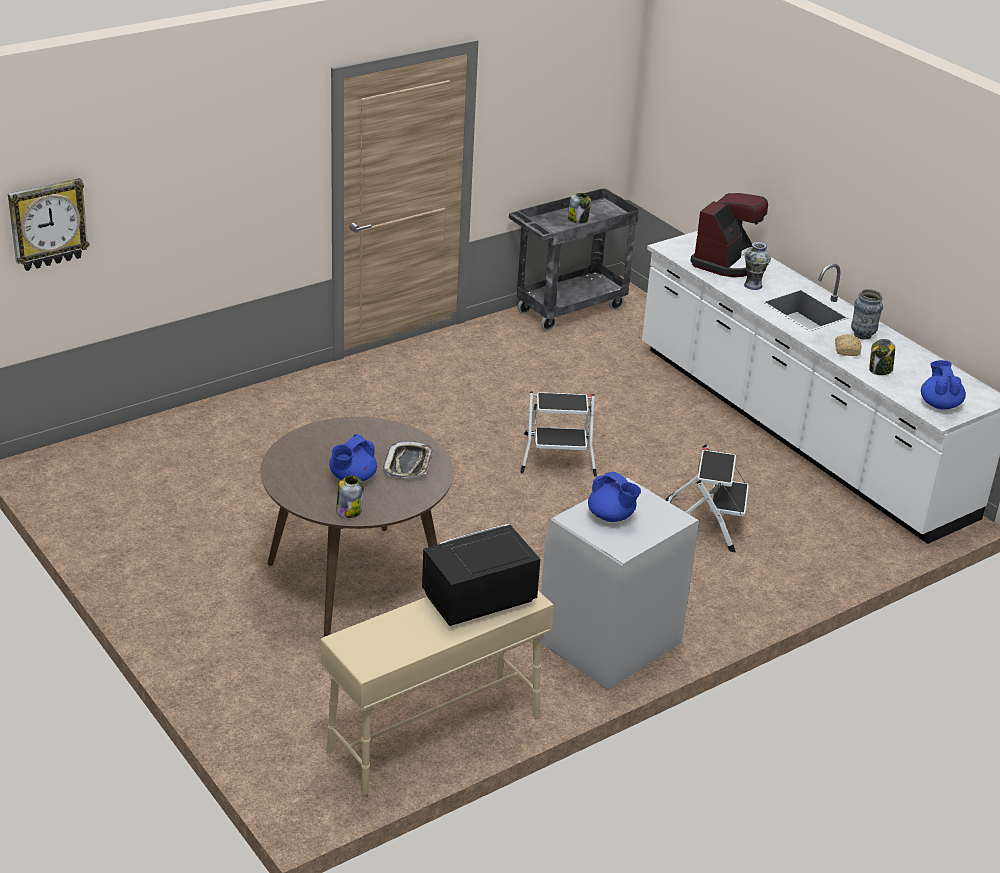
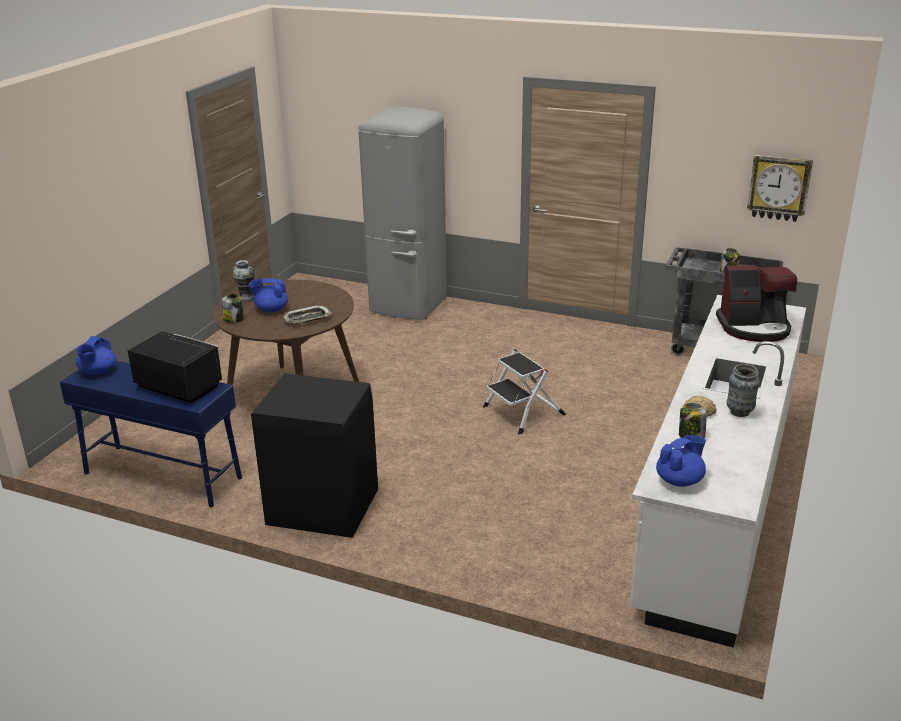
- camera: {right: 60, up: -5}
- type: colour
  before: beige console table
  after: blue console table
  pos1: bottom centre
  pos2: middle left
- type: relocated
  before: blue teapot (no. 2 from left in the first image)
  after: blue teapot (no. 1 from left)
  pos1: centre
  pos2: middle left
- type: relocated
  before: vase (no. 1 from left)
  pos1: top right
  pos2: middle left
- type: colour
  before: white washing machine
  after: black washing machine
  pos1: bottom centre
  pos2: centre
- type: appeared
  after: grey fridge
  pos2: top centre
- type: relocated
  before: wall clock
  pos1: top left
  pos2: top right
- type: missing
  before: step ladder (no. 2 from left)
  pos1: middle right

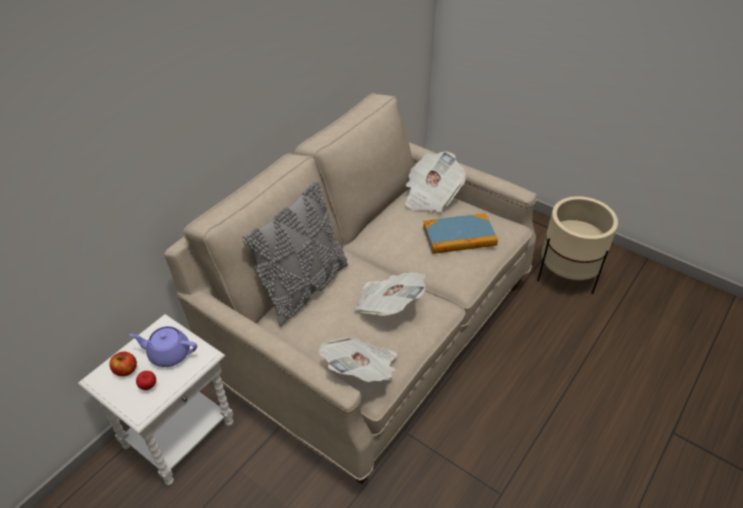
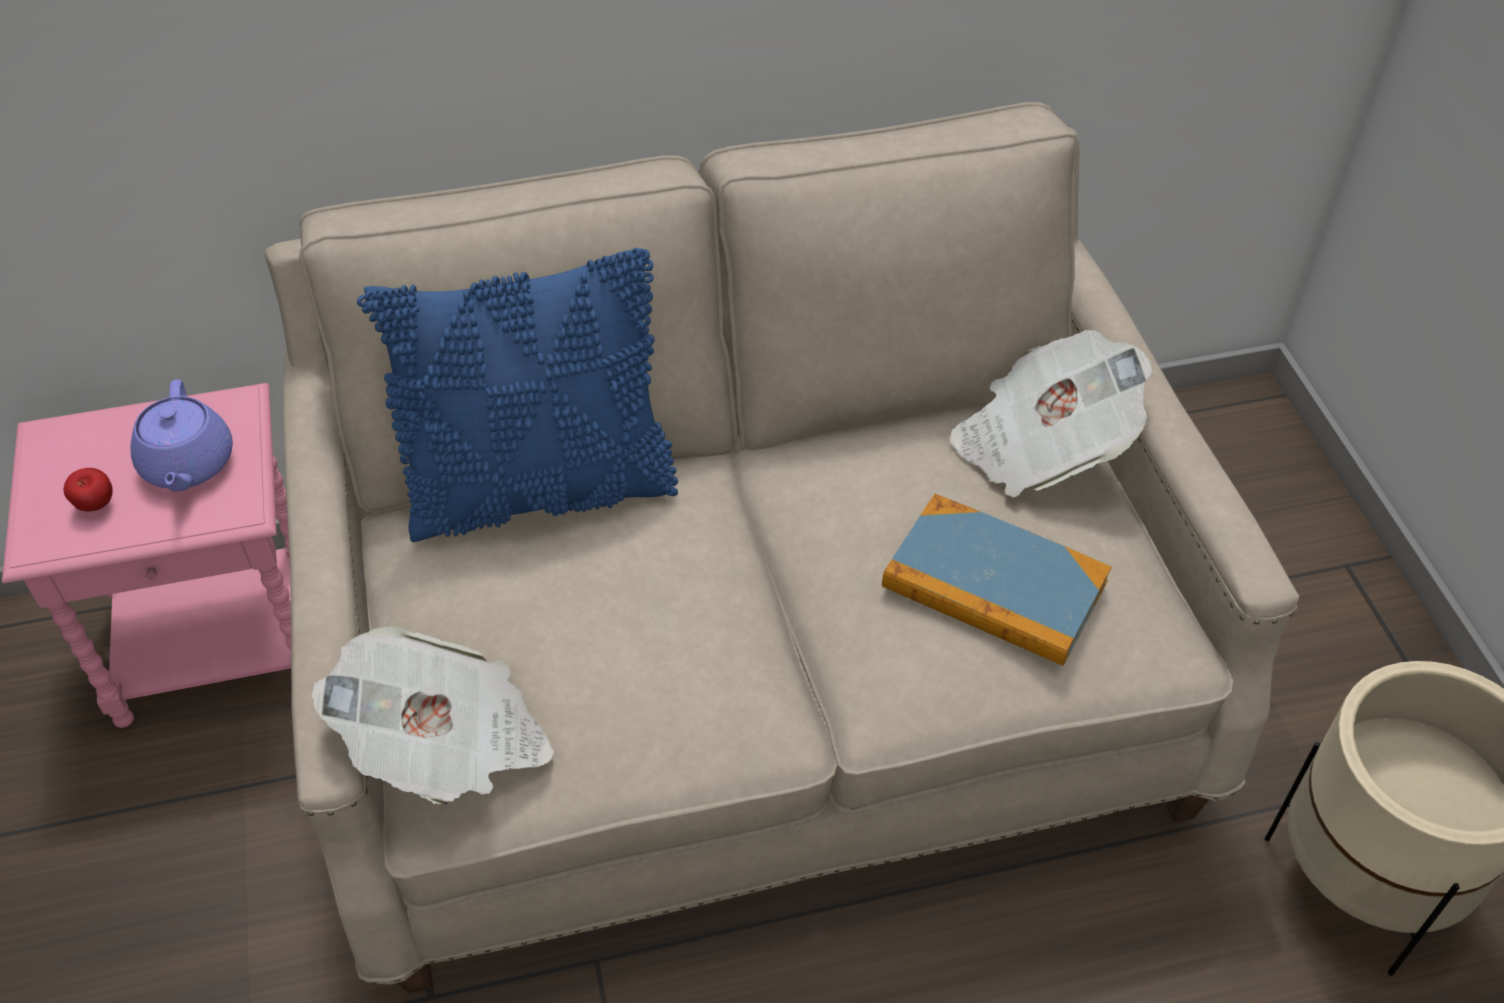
- camera: {right: 40, up: 5}
- type: colour
  before: white side table
  after: pink side table
  pos1: bottom left
  pos2: middle left
- type: spun
  before: purple teapot
  pos1: bottom left
  pos2: middle left
  turn: -150
- type: colour
  before: grey pillow
  after: blue pillow
  pos1: centre
  pos2: centre
- type: missing
  before: apple (no. 1 from left)
  pos1: bottom left
- type: missing
  before: newspaper (no. 2 from left)
  pos1: centre

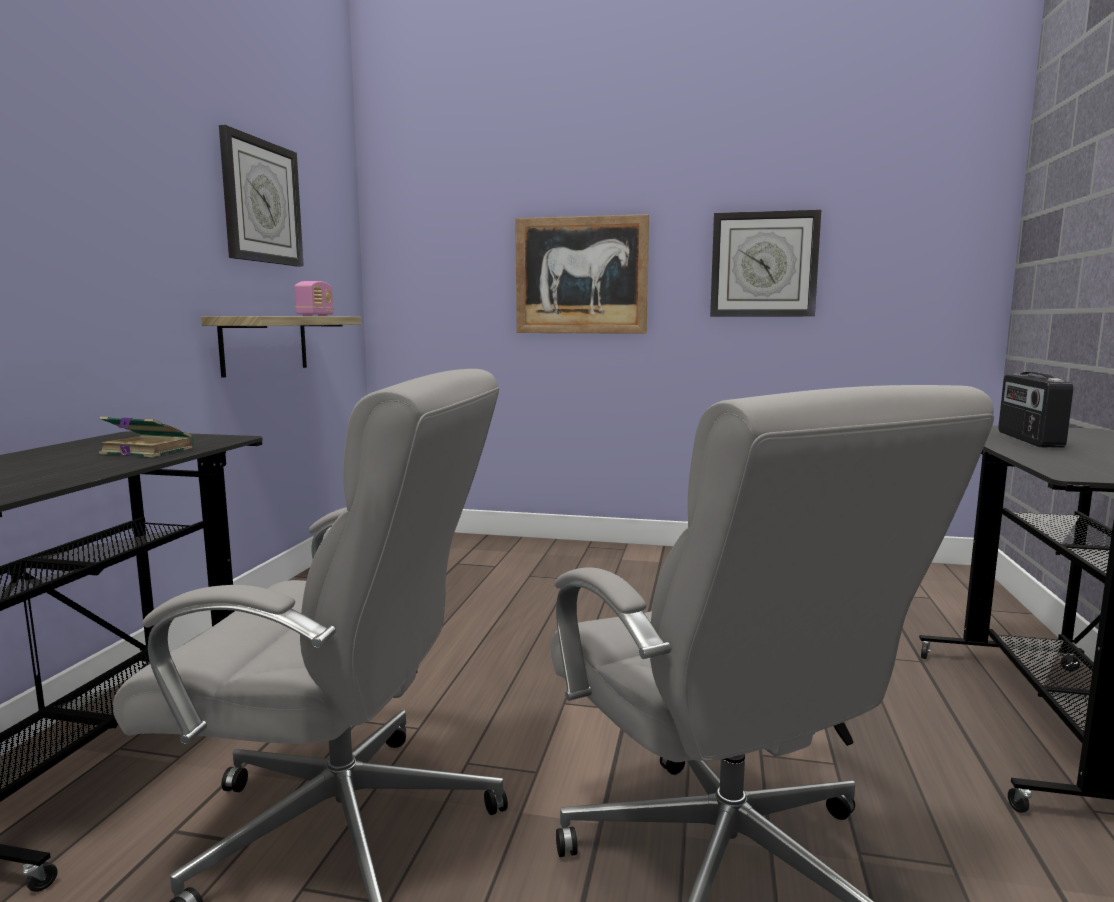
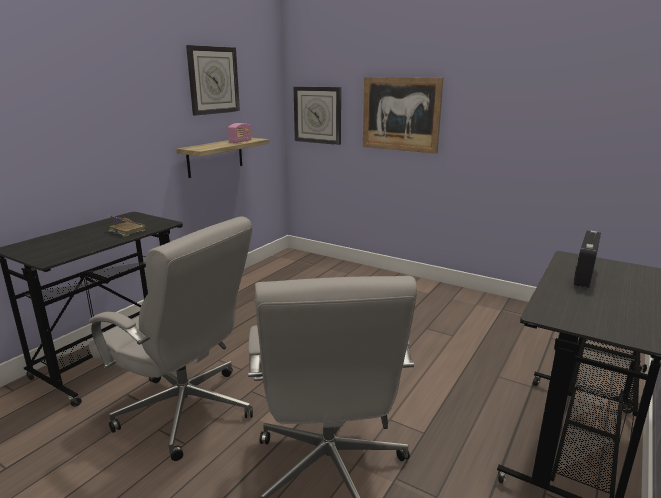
- camera: {right: 20, up: 10}
- type: relocated
  before: wall clock (no. 2 from left)
  pos1: top right
  pos2: top centre

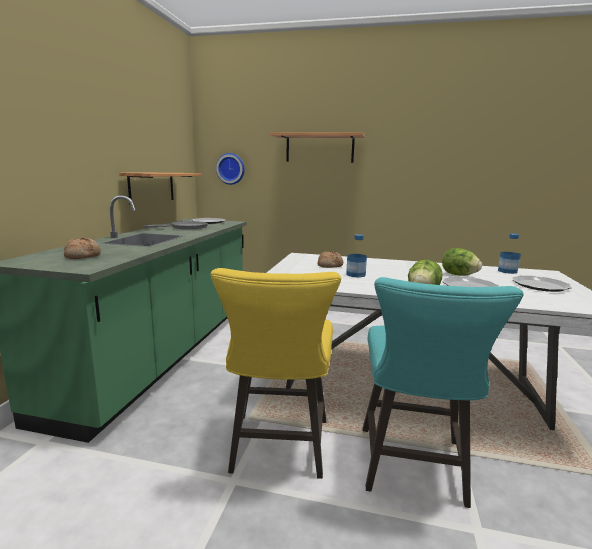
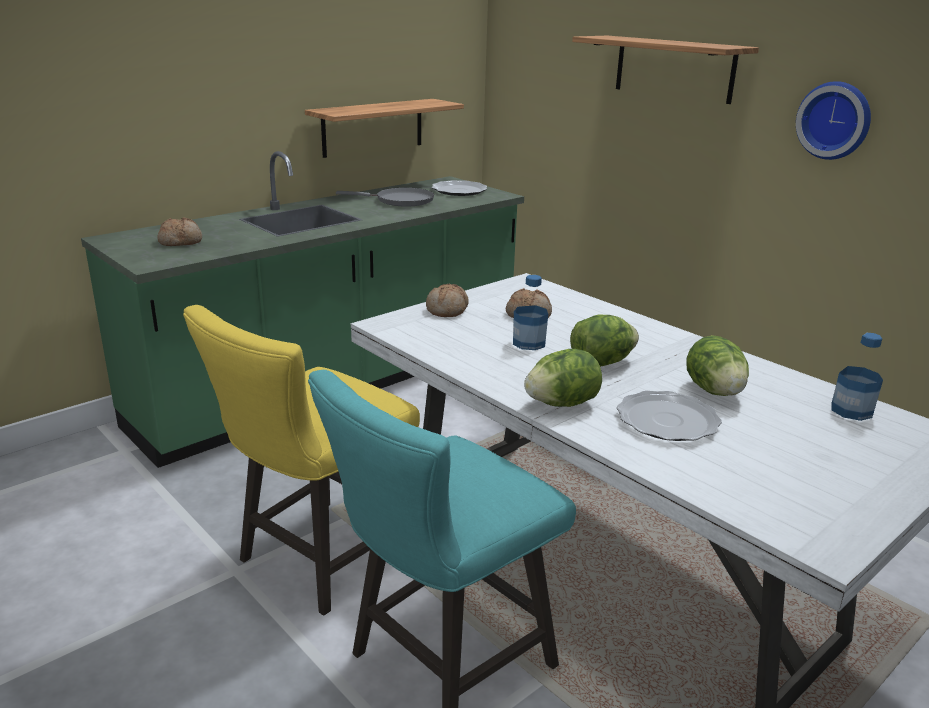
- camera: {right: 35, up: 10}
- type: appeared
  after: bread (no. 2 from left)
  pos2: centre
- type: appeared
  after: lettuce (no. 2 from left)
  pos2: centre
- type: relocated
  before: wall clock
  pos1: top centre
  pos2: top right
- type: missing
  before: plate (no. 3 from left)
  pos1: middle right

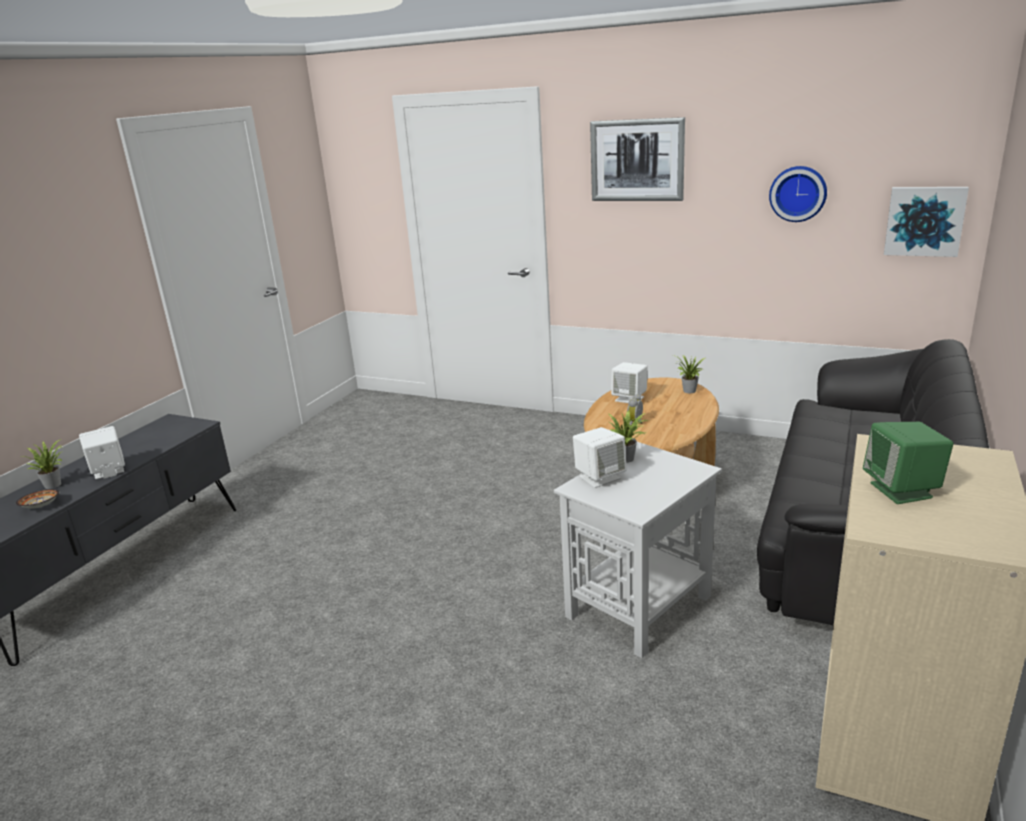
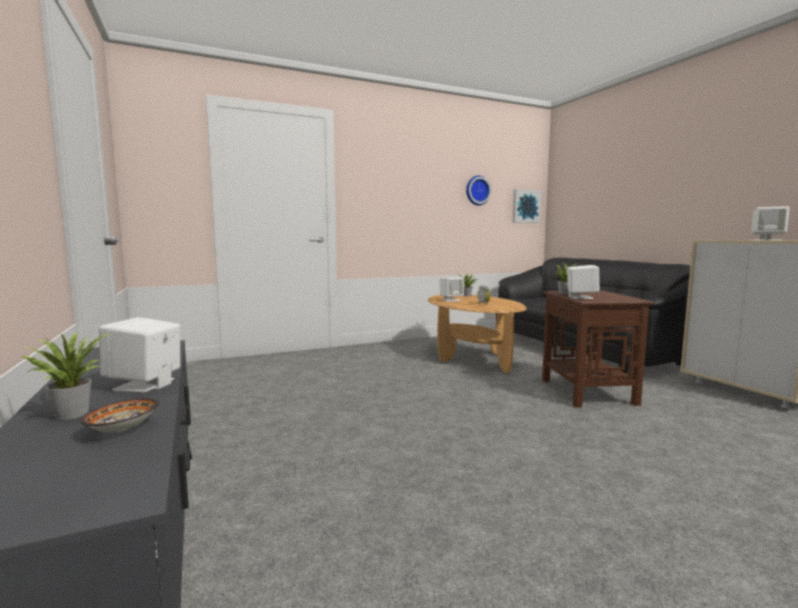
- camera: {right: -50, up: -15}
- type: colour
  before: white side table
  after: brown side table
  pos1: bottom centre
  pos2: middle right
- type: colour
  before: green speaker
  after: white speaker (no. 4 from left)
  pos1: middle right
  pos2: middle right
- type: missing
  before: picture (no. 1 from left)
  pos1: top centre

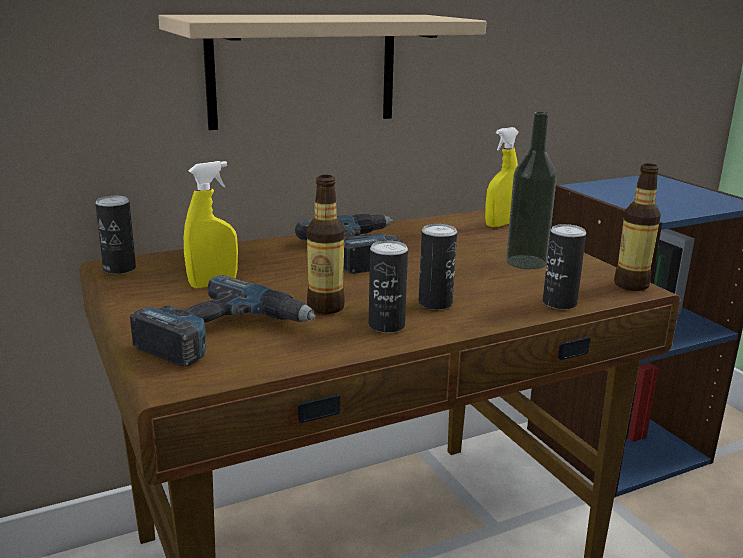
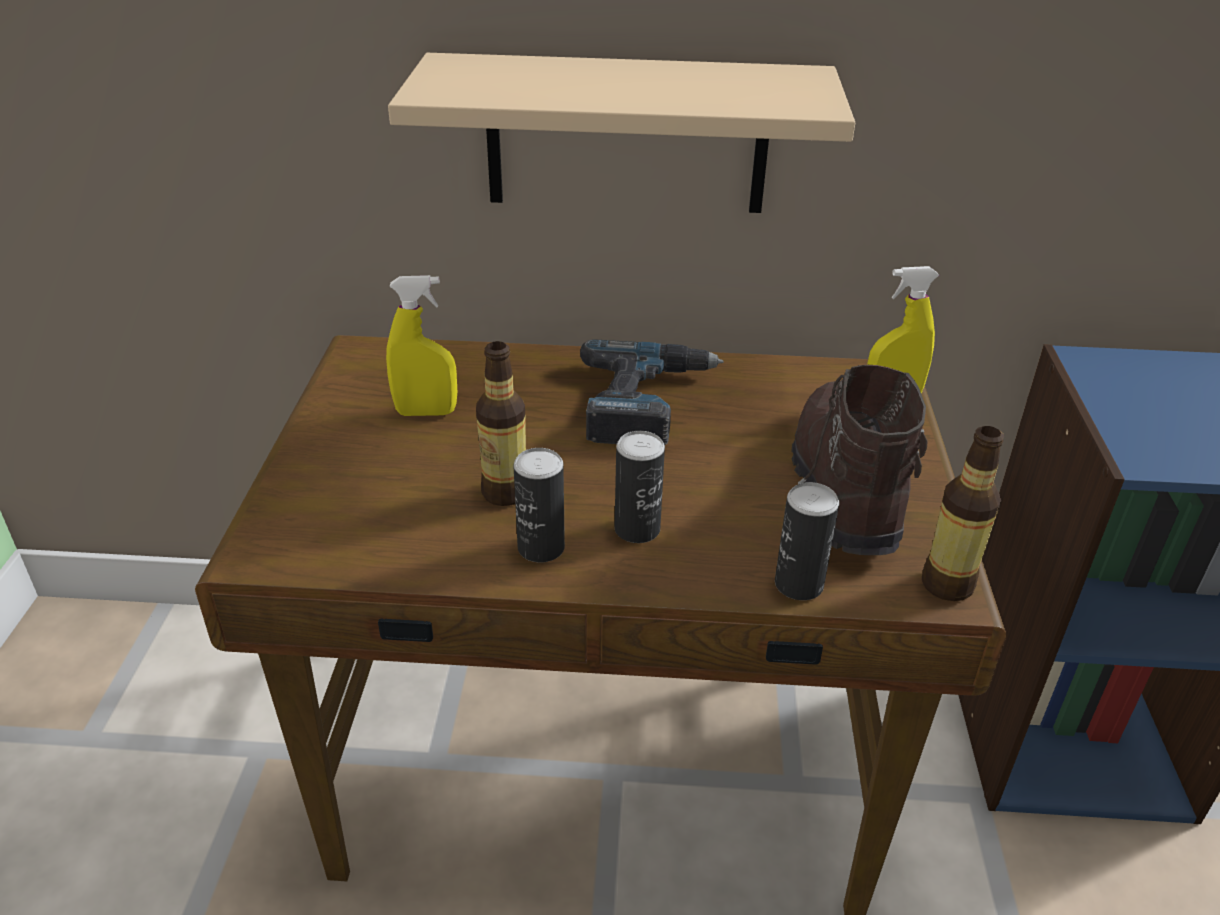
- camera: {right: 30, up: 15}
- type: exchanged
  before: bottle (no. 2 from left)
  after: brown boot
  pos1: middle right
  pos2: middle right
- type: missing
  before: can (no. 1 from left)
  pos1: middle left
- type: missing
  before: power drill (no. 1 from left)
  pos1: middle left

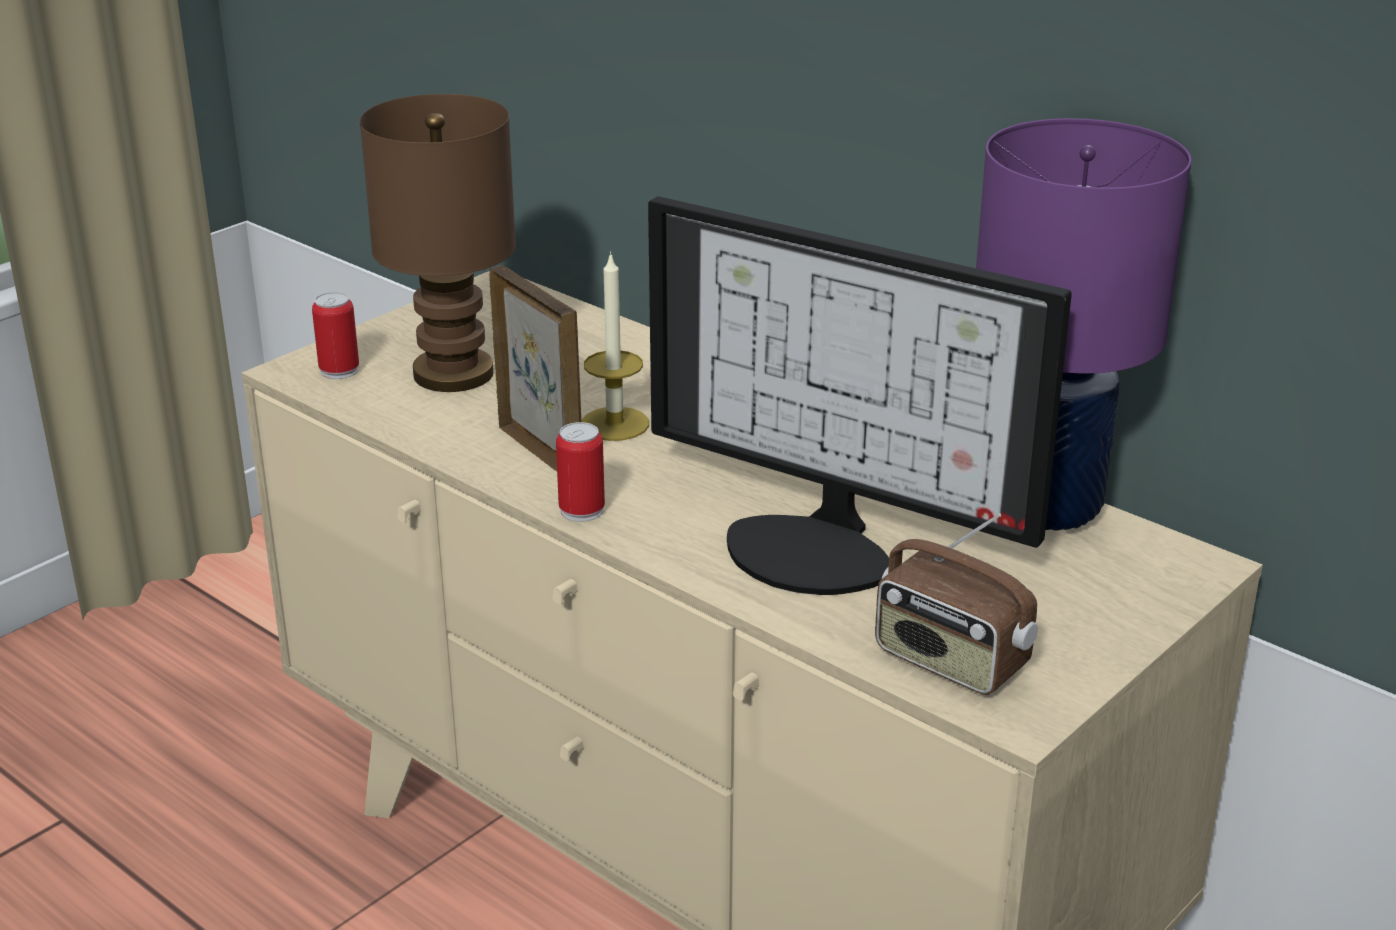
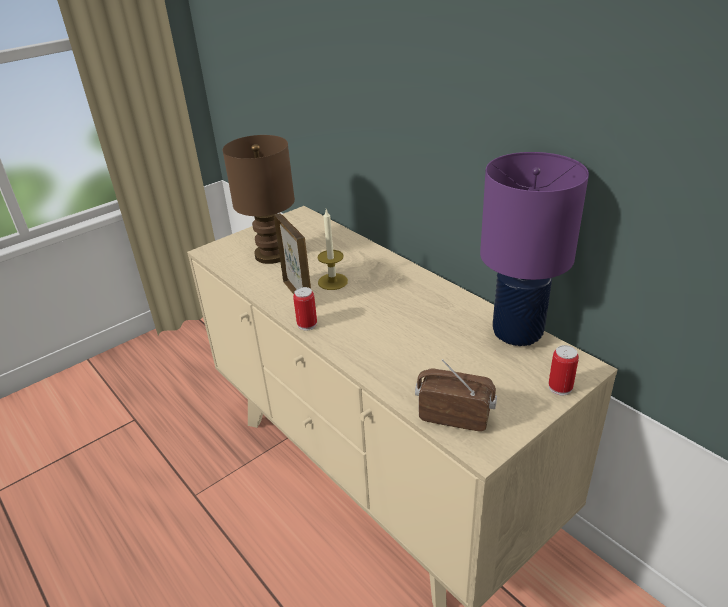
- camera: {right: 10, up: 5}
- type: spun
  before: radio
  pos1: middle right
  pos2: centre
  turn: 150
- type: relocated
  before: can (no. 1 from left in the first image)
  after: can (no. 2 from left)
  pos1: middle left
  pos2: middle right
- type: missing
  before: monitor
  pos1: centre

